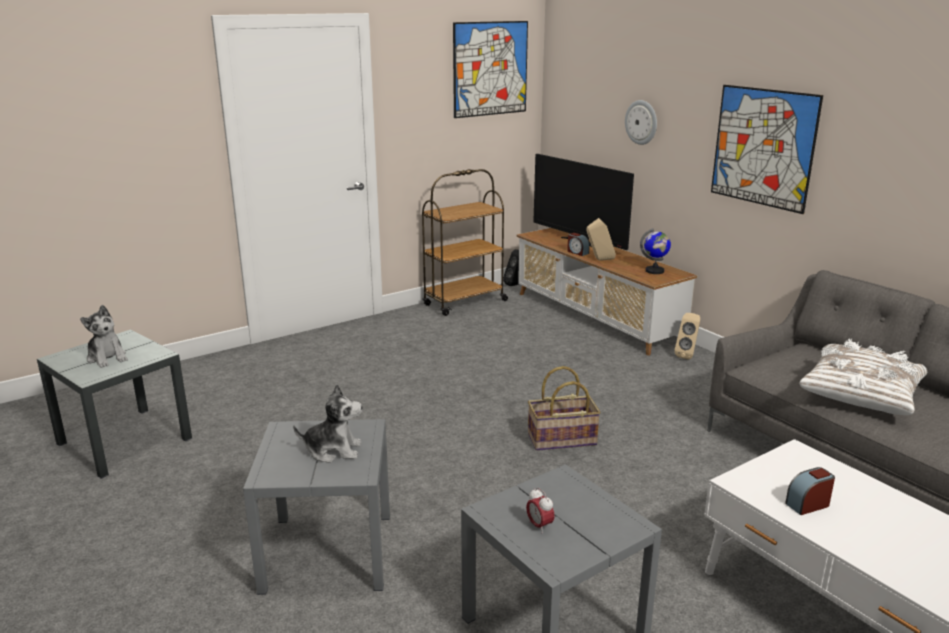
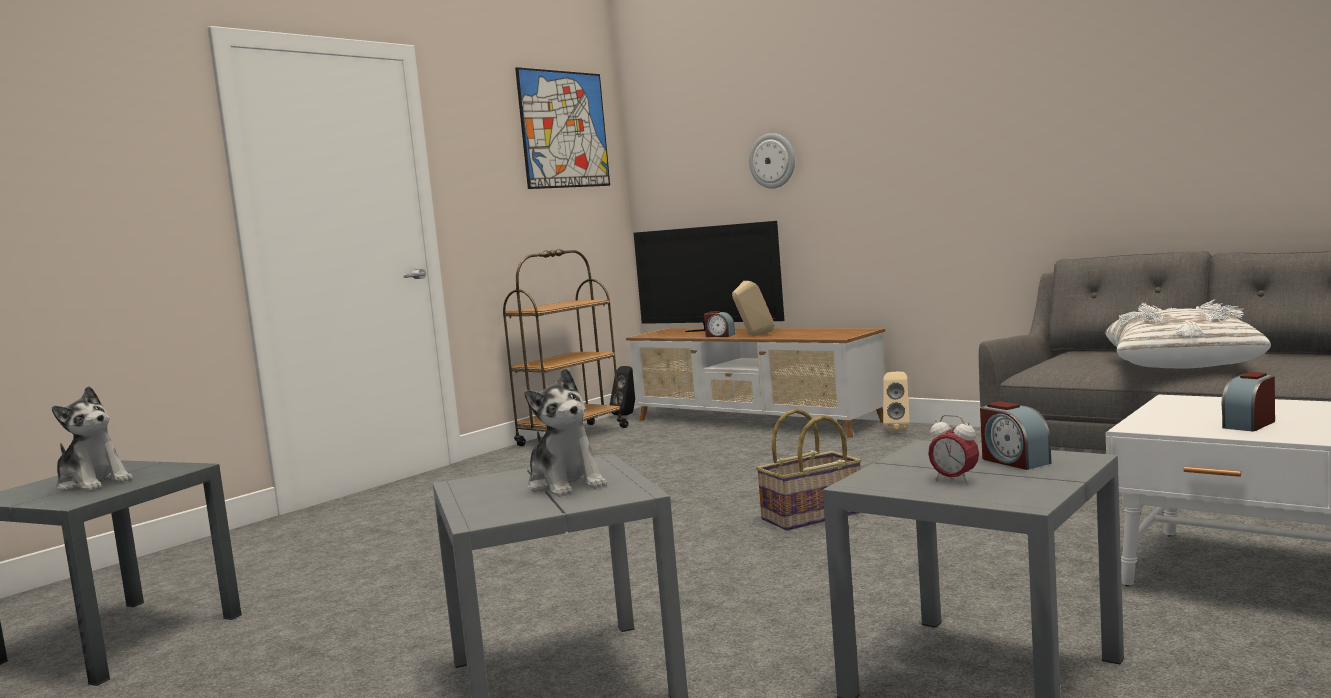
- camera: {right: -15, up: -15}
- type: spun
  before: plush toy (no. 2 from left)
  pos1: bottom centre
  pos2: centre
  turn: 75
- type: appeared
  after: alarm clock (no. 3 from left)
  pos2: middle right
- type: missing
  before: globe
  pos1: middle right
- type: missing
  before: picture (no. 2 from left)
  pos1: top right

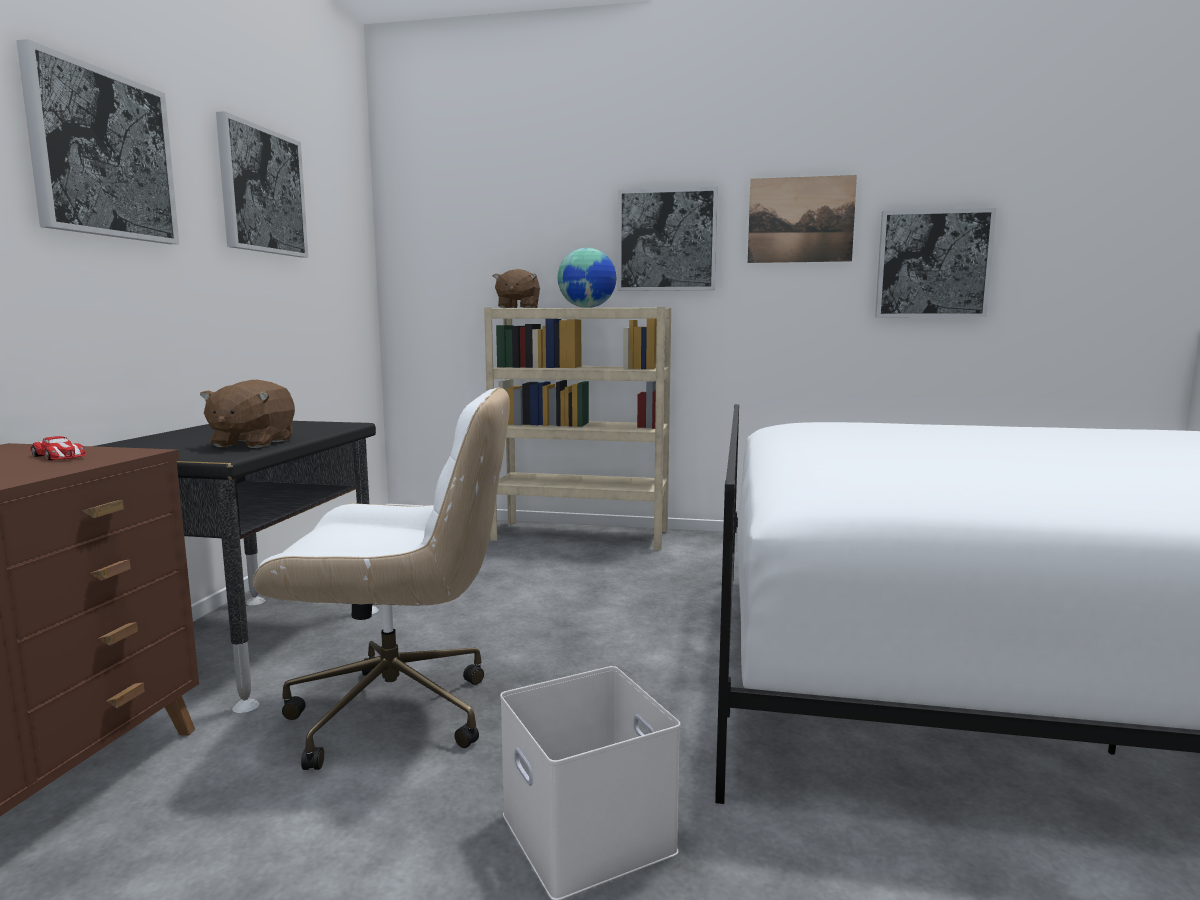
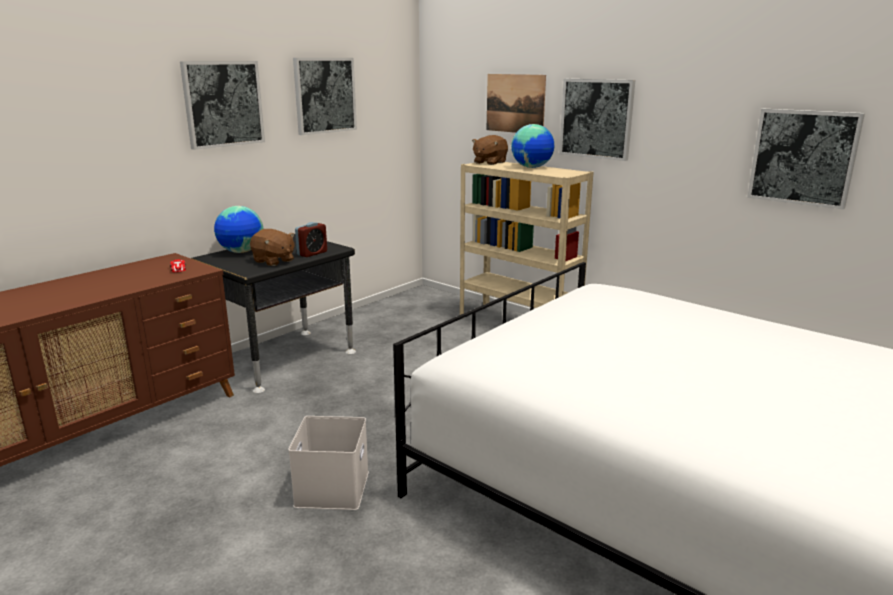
- camera: {right: 30, up: 10}
- type: appeared
  after: globe (no. 1 from left)
  pos2: middle left
- type: spun
  before: brown plush toy (no. 1 from left)
  pos1: middle left
  pos2: middle left
  turn: -90
- type: appeared
  after: alarm clock
  pos2: centre
- type: relocated
  before: picture (no. 4 from left in the first image)
  after: picture (no. 3 from left)
  pos1: top right
  pos2: top centre
- type: missing
  before: white office chair
  pos1: middle left

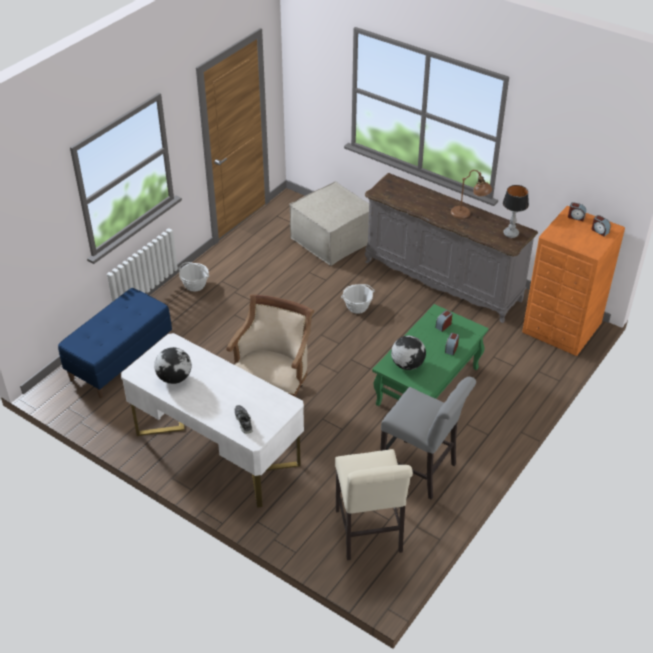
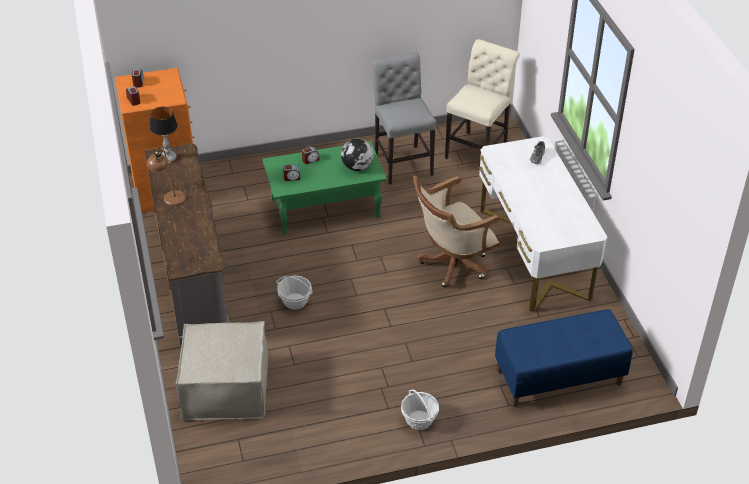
- camera: {right: -140, up: 0}
- type: missing
  before: globe (no. 1 from left)
  pos1: middle left

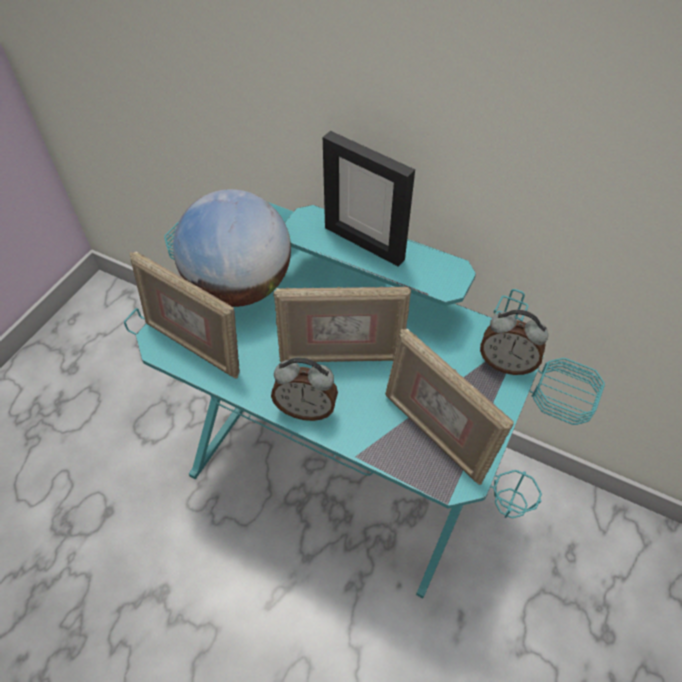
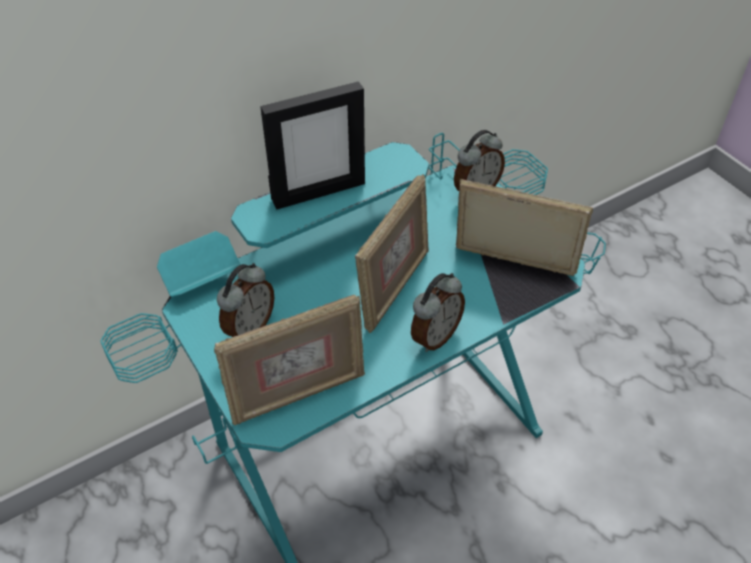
- camera: {right: -60, up: -5}
- type: exchanged
  before: globe
  after: alarm clock (no. 1 from left)
  pos1: centre
  pos2: middle left
- type: spun
  before: picture frame (no. 4 from left)
  pos1: centre
  pos2: middle right
  turn: -150

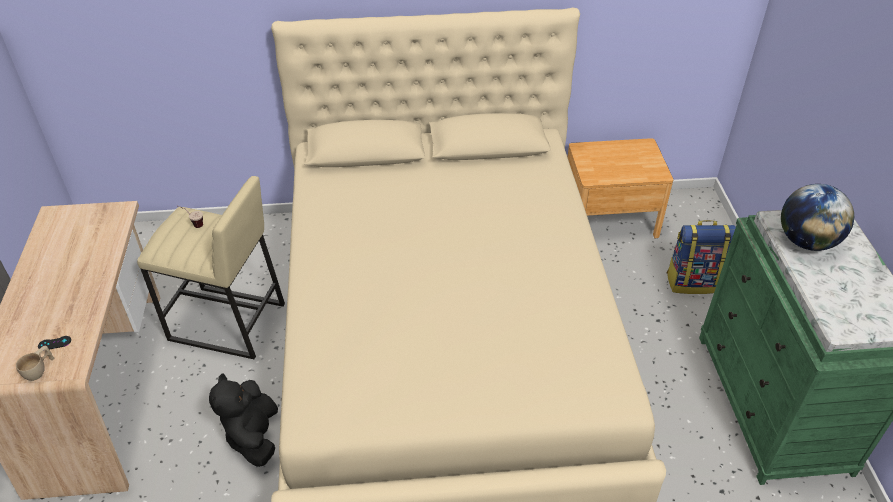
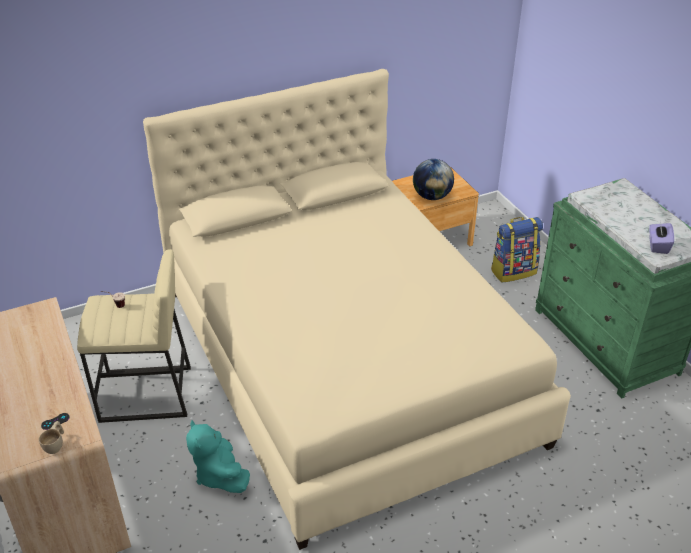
- camera: {right: -20, up: -5}
- type: colour
  before: black plush toy
  after: turquoise plush toy
  pos1: bottom left
  pos2: bottom left
- type: relocated
  before: globe
  pos1: middle right
  pos2: top centre
- type: appeared
  after: purple tissue box
  pos2: middle right

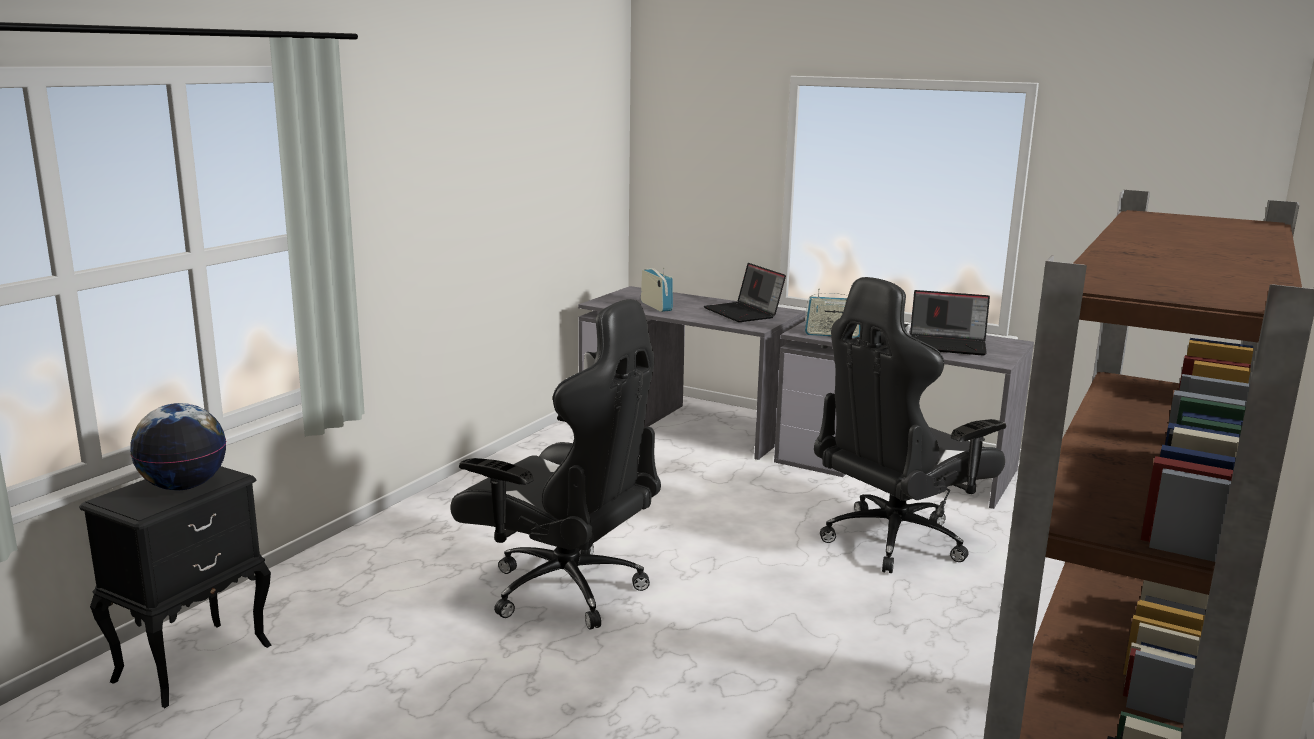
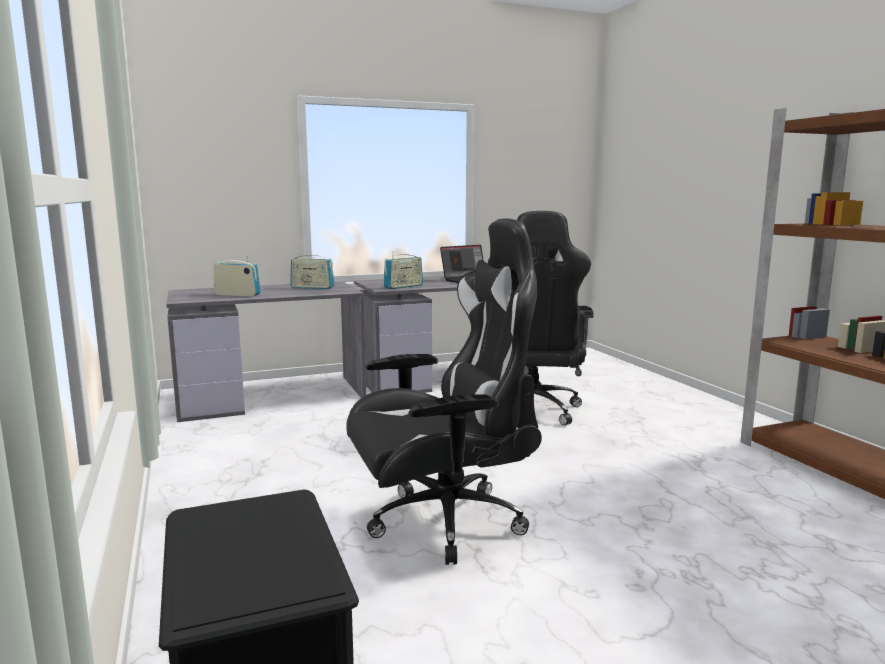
- camera: {right: -50, up: -5}
- type: exchanged
  before: laptop (no. 1 from left)
  after: radio (no. 2 from left)
  pos1: centre
  pos2: centre
- type: missing
  before: globe
  pos1: middle left

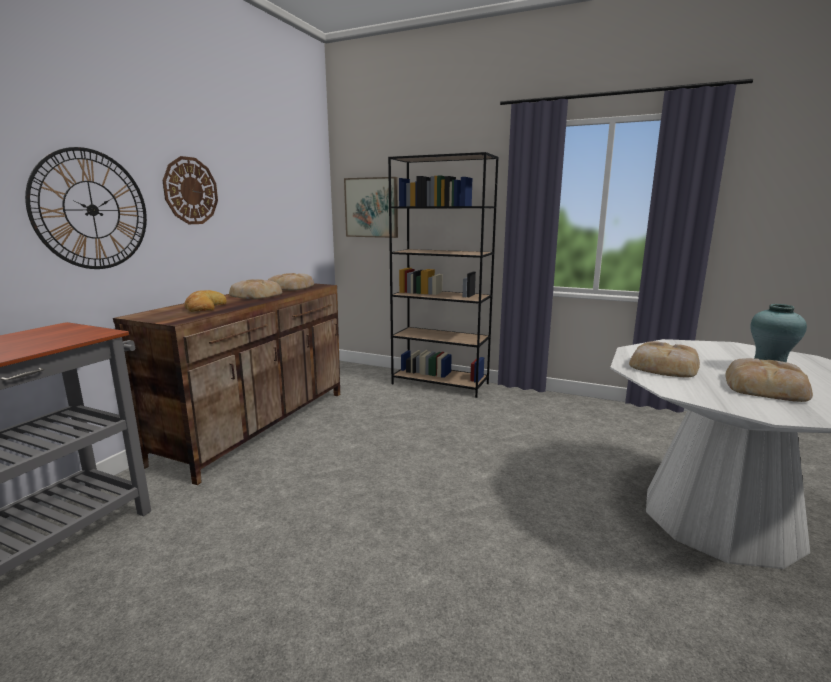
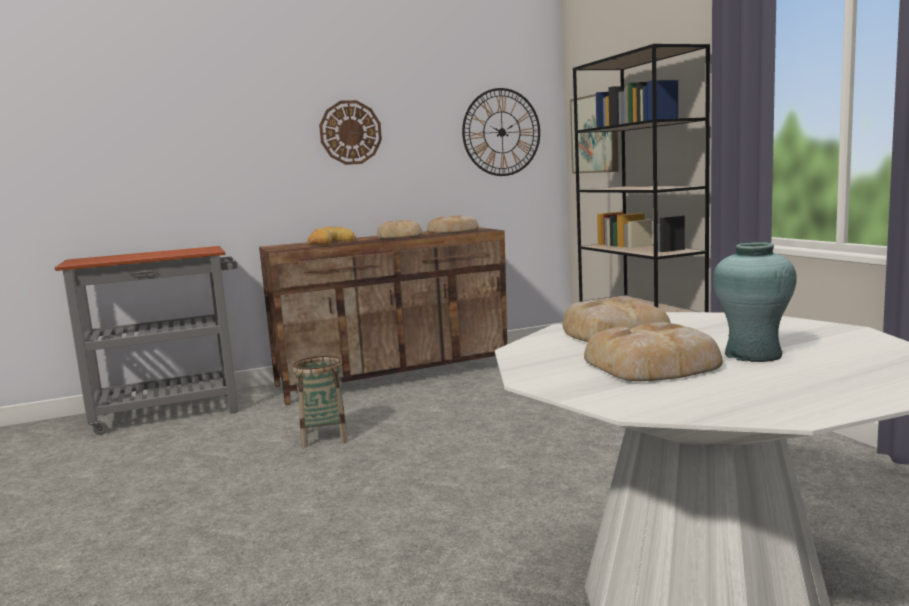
- camera: {right: 45, up: -5}
- type: appeared
  after: basket
  pos2: centre
- type: relocated
  before: wall clock (no. 1 from left in the first image)
  after: wall clock (no. 2 from left)
  pos1: top left
  pos2: top centre

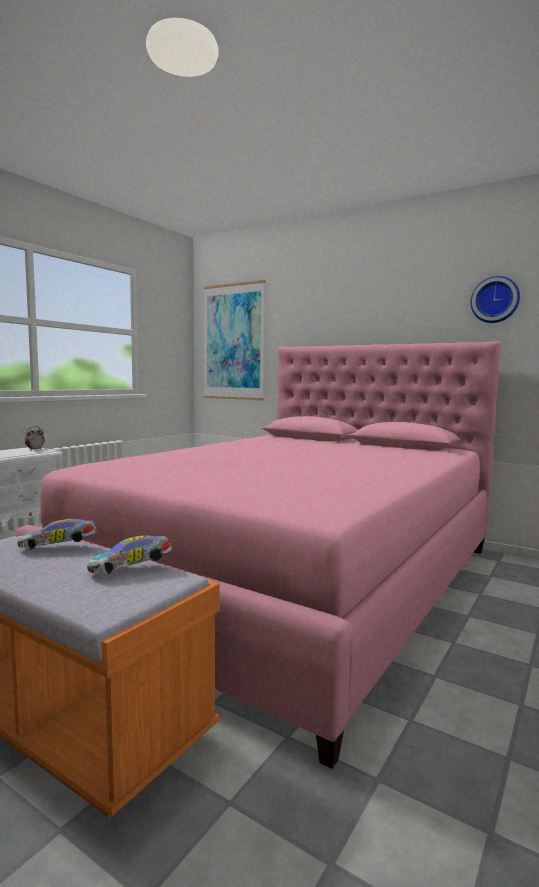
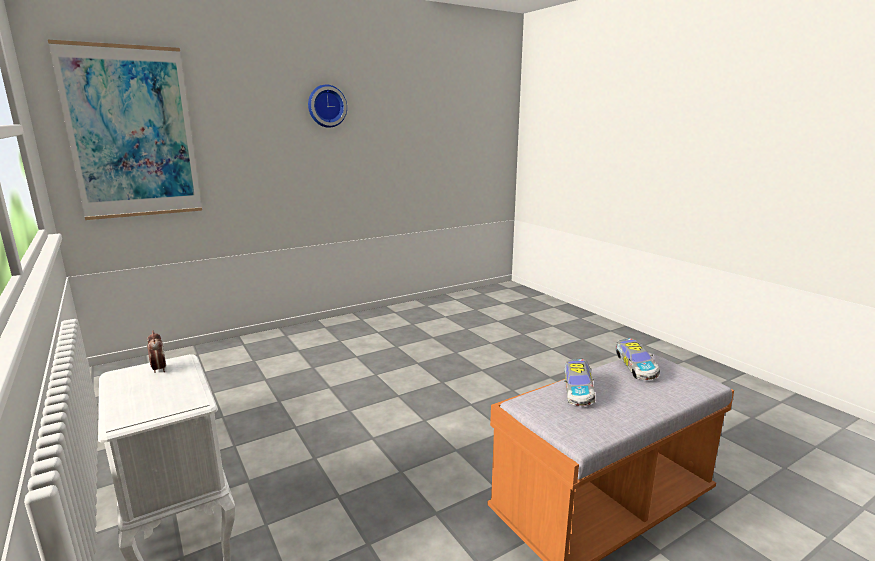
- camera: {right: -65, up: 10}
- type: relocated
  before: wall clock
  pos1: middle right
  pos2: top centre
- type: missing
  before: pink bed
  pos1: centre

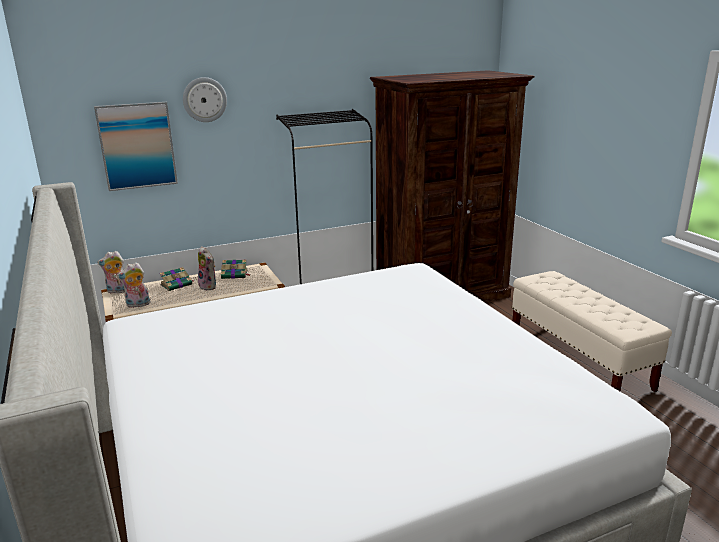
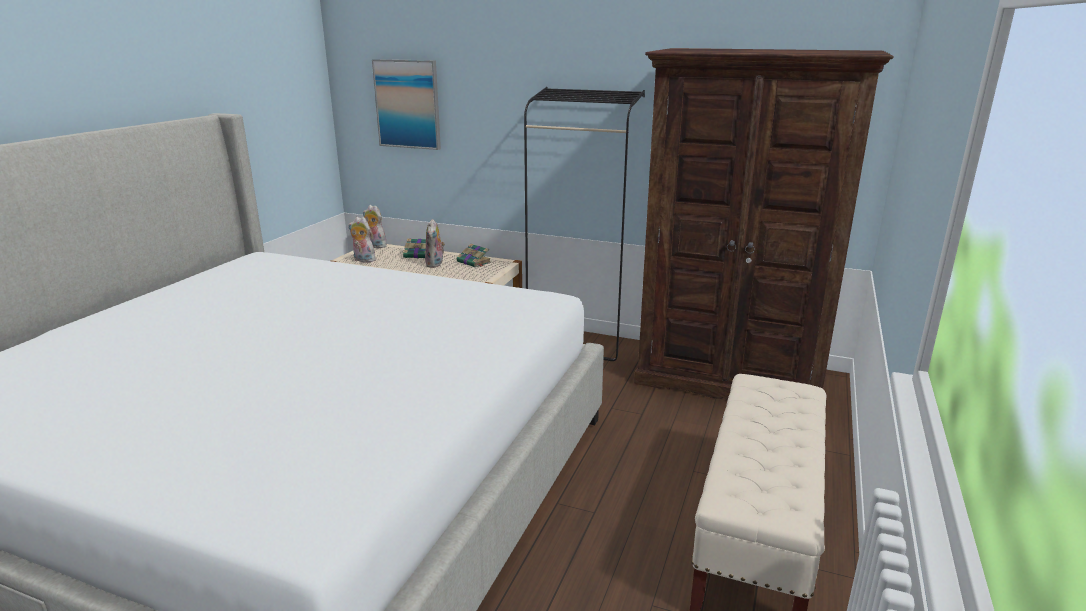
- camera: {right: 45, up: 0}
- type: missing
  before: wall clock
  pos1: top left

